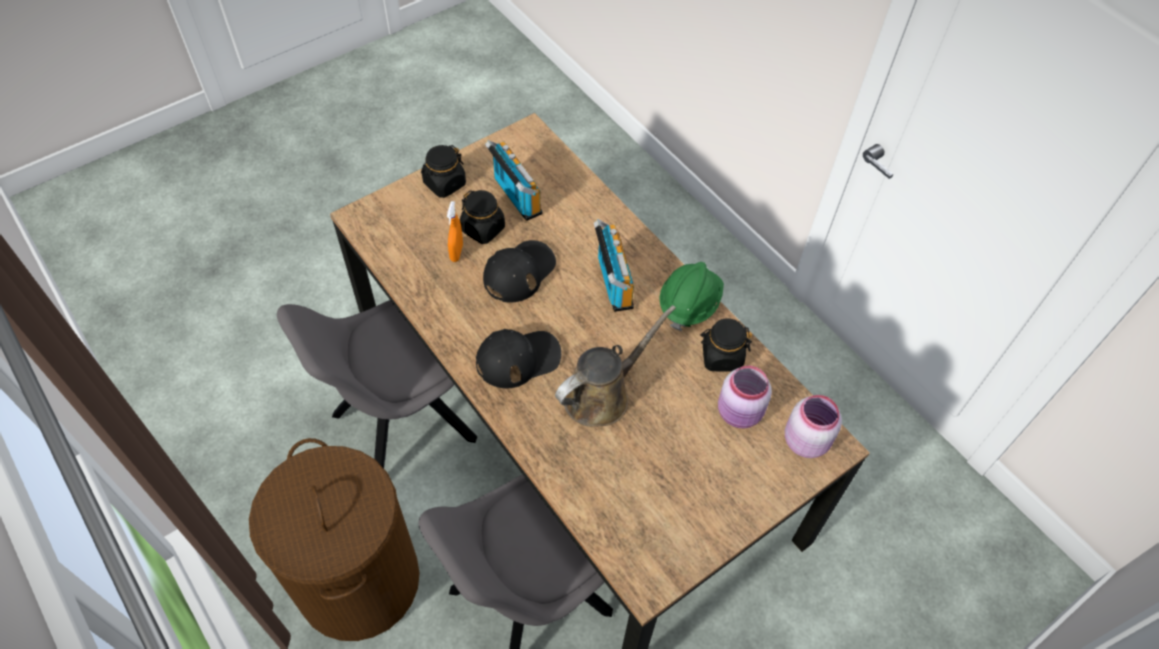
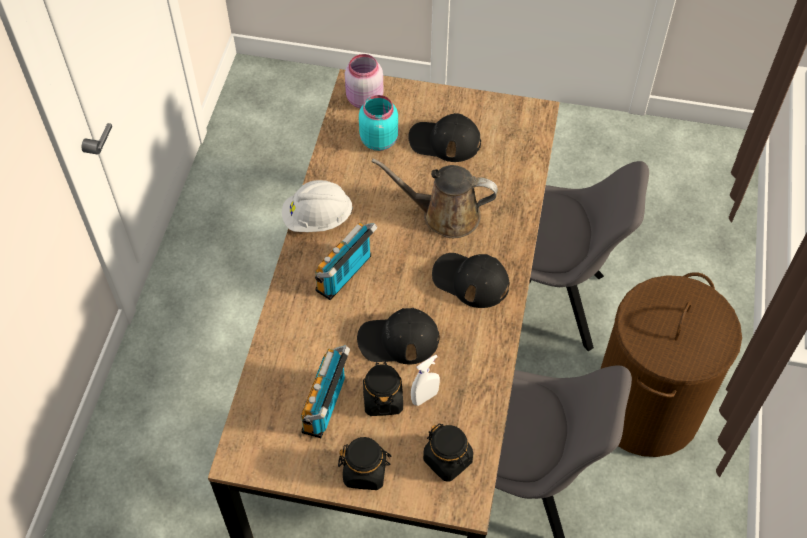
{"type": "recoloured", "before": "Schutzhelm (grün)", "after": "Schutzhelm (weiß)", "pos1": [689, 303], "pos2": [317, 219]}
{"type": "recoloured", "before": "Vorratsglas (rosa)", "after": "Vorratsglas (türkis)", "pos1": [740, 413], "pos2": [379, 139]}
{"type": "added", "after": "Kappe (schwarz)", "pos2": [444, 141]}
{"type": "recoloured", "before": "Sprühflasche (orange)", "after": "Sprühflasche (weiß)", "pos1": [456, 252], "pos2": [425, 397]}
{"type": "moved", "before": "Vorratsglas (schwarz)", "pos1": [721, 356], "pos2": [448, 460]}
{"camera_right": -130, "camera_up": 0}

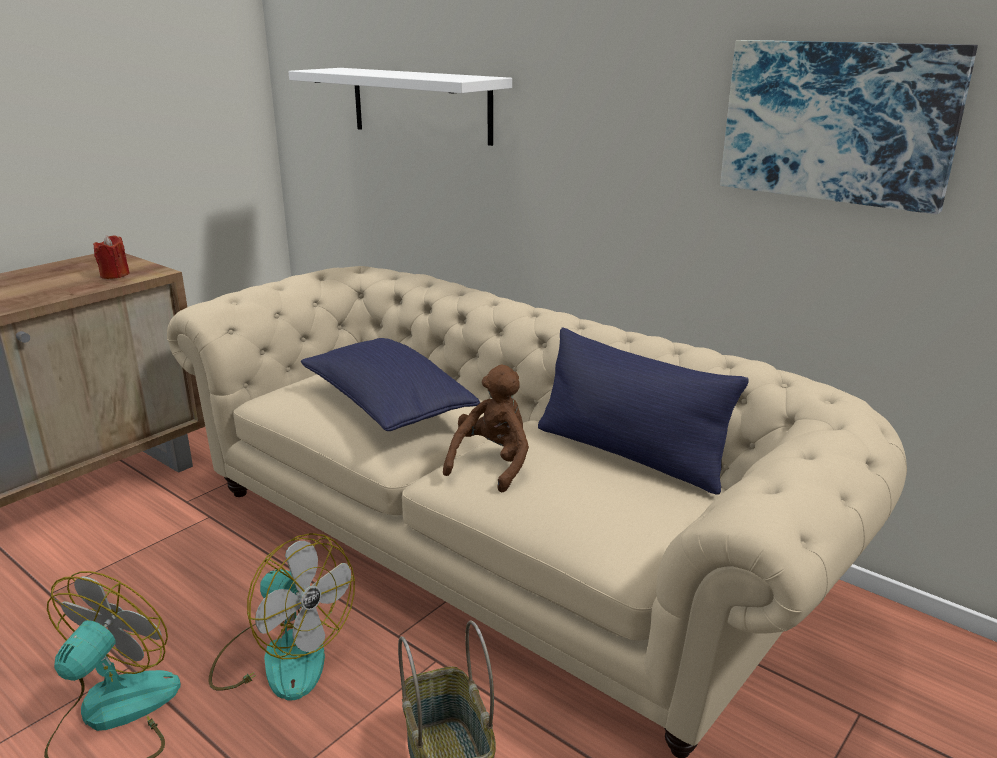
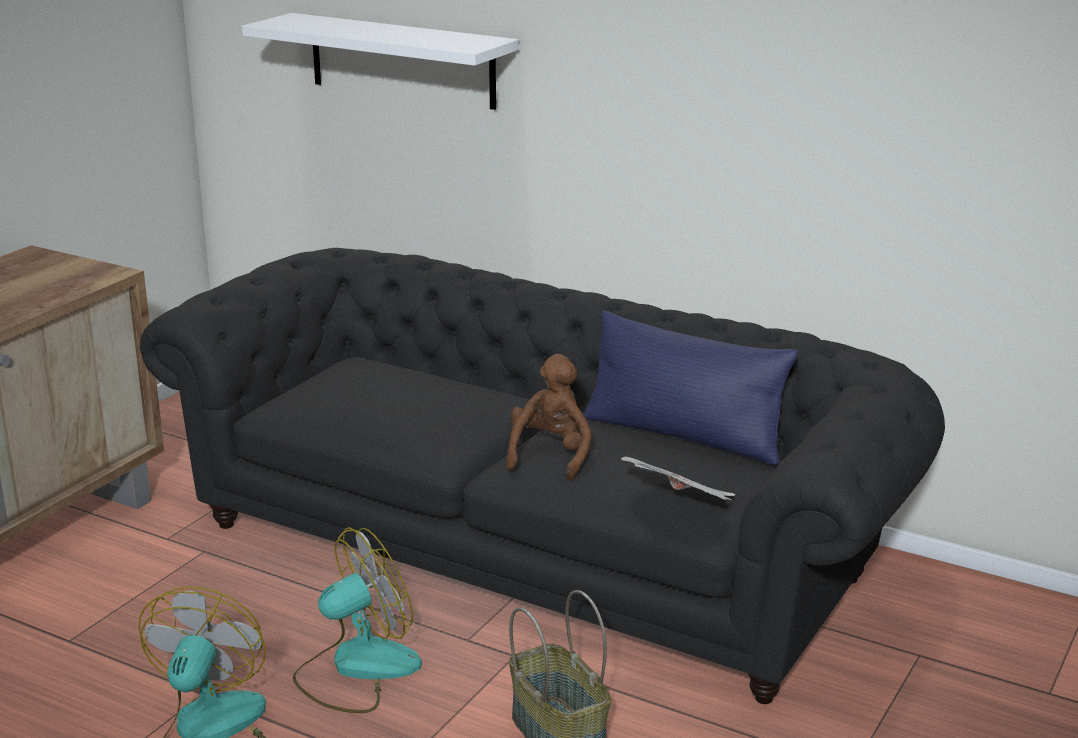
{"type": "recoloured", "before": "Sofa (beige)", "after": "Sofa (schwarz)", "pos1": [498, 537], "pos2": [538, 543]}
{"type": "turned", "before": "Ventilator", "pos1": [282, 656], "pos2": [356, 669], "turn": -60}
{"type": "added", "after": "Zeitung", "pos2": [681, 507]}
{"type": "removed", "before": "Kerze (rot)", "pos1": [115, 275]}
{"type": "removed", "before": "Kissen (blau)", "pos1": [387, 406]}
{"type": "removed", "before": "Bild", "pos1": [837, 122]}
{"camera_right": -10, "camera_up": 0}

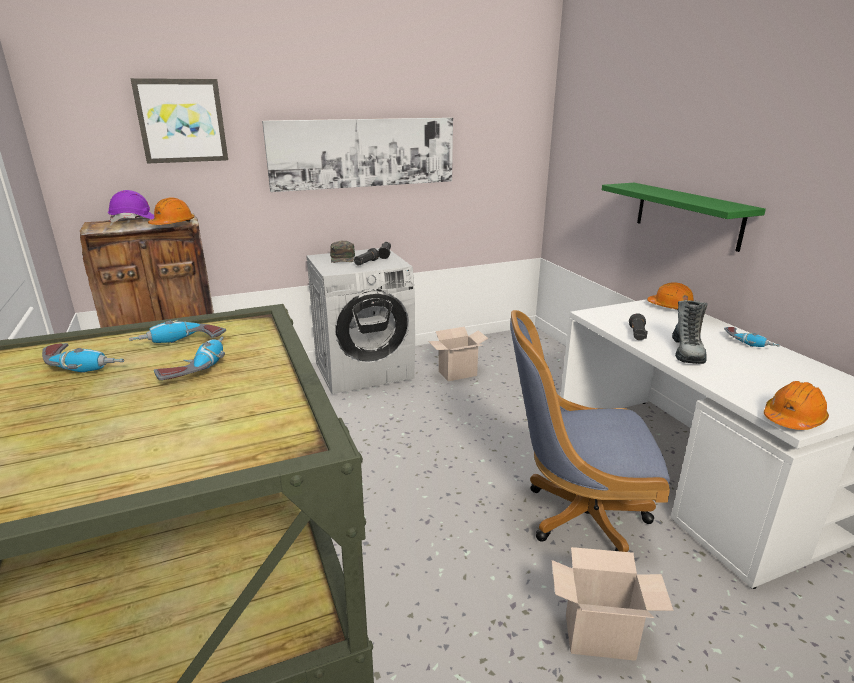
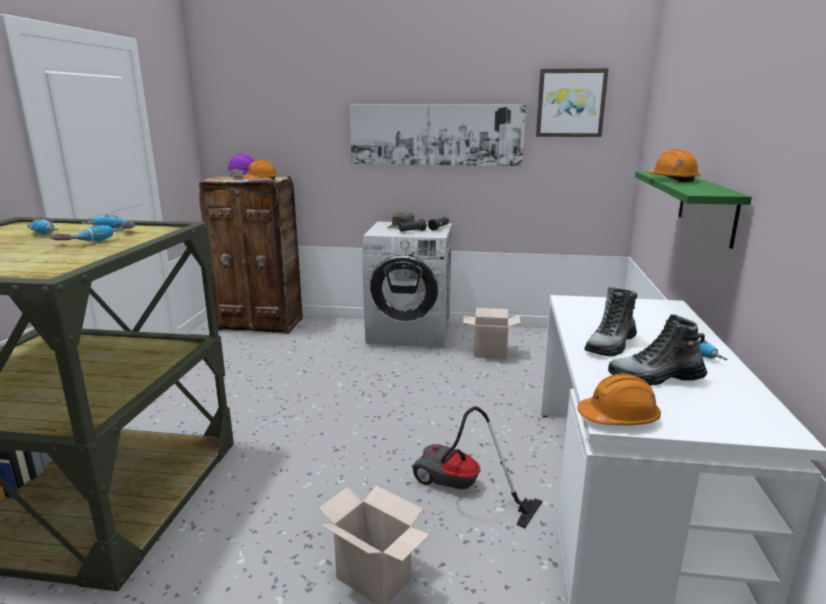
{"type": "replaced", "before": "Bürostuhl (blau)", "after": "Staubsauger", "pos1": [574, 517], "pos2": [461, 490]}
{"type": "moved", "before": "Bild", "pos1": [181, 121], "pos2": [570, 103]}
{"type": "added", "after": "Stiefel", "pos2": [655, 378]}
{"type": "moved", "before": "Schutzhelm (orange)", "pos1": [671, 307], "pos2": [672, 179]}
{"type": "removed", "before": "Taschenlampe (schwarz)", "pos1": [637, 335]}
{"camera_right": 30, "camera_up": -5}

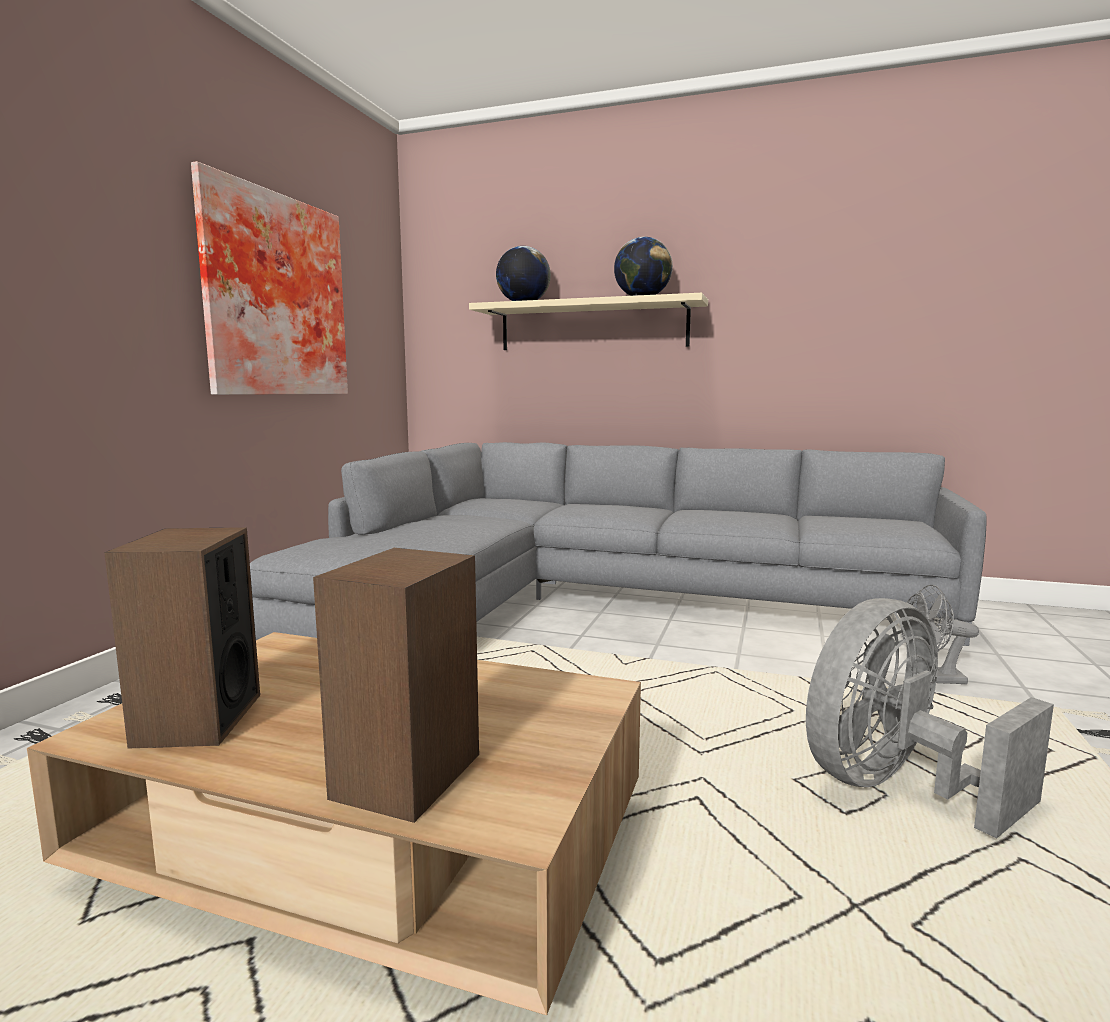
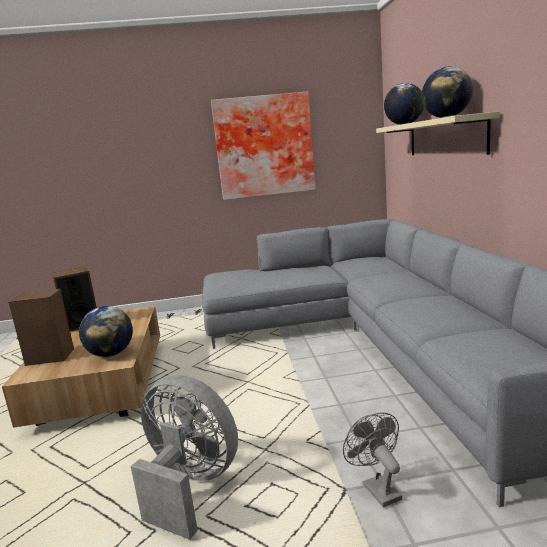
{"type": "added", "after": "Globus", "pos2": [111, 354]}
{"camera_right": 65, "camera_up": 5}

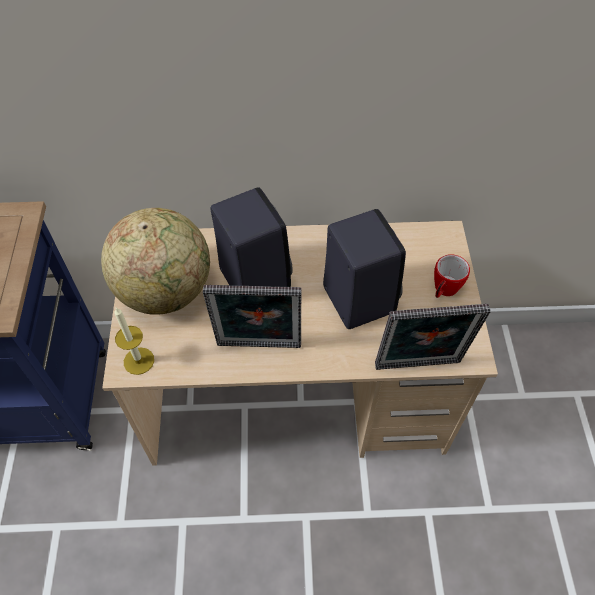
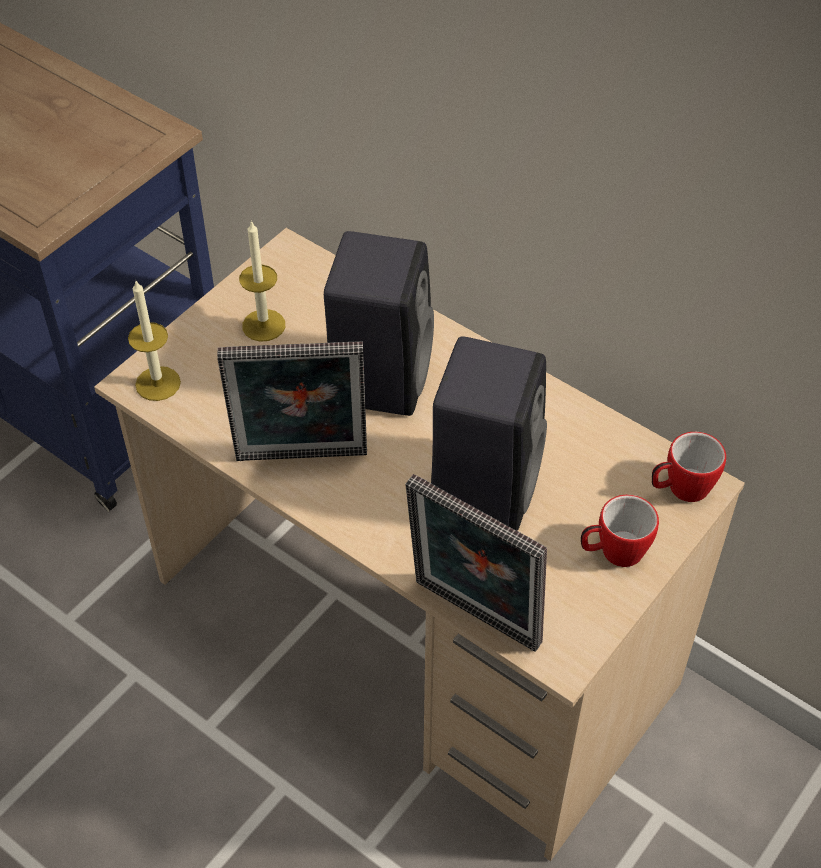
{"type": "turned", "before": "Bilderrahmen", "pos1": [258, 348], "pos2": [301, 460], "turn": -45}
{"type": "replaced", "before": "Globus", "after": "Kerze", "pos1": [166, 290], "pos2": [263, 325]}
{"type": "added", "after": "Henkelbecher", "pos2": [680, 489]}
{"camera_right": 40, "camera_up": -5}

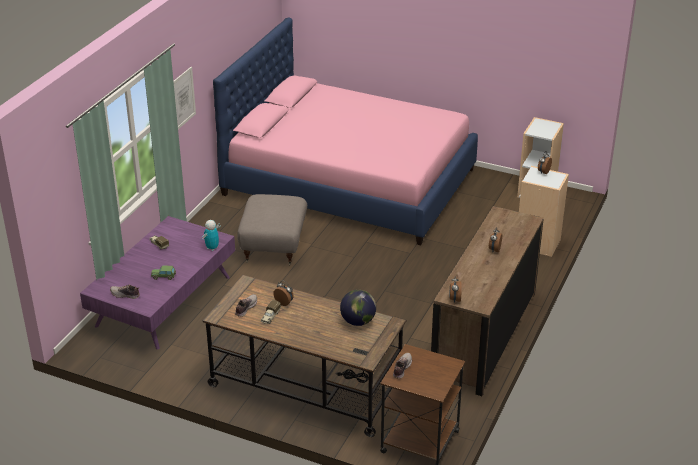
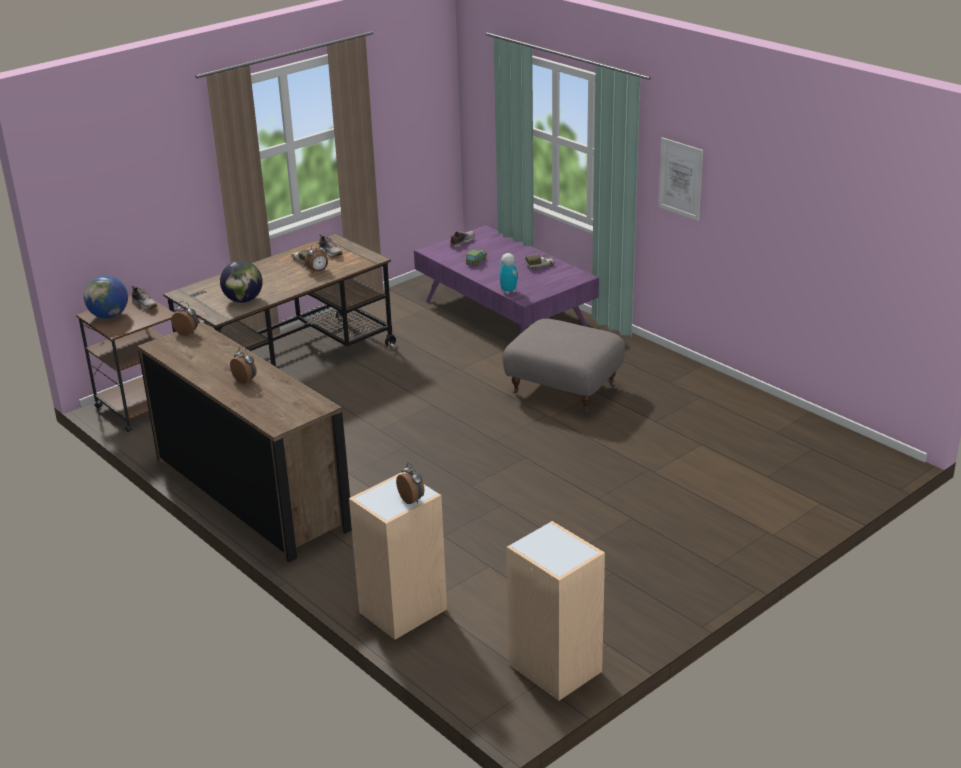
{"type": "added", "after": "Globus", "pos2": [109, 316]}
{"type": "removed", "before": "Bett (rosa)", "pos1": [349, 181]}
{"camera_right": 115, "camera_up": -5}

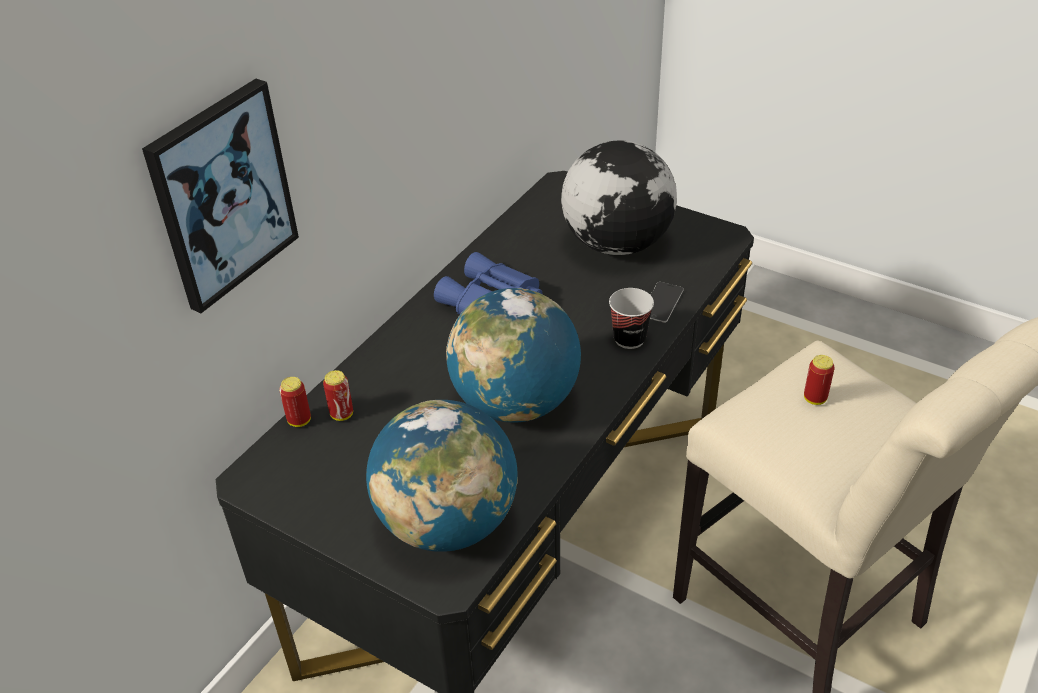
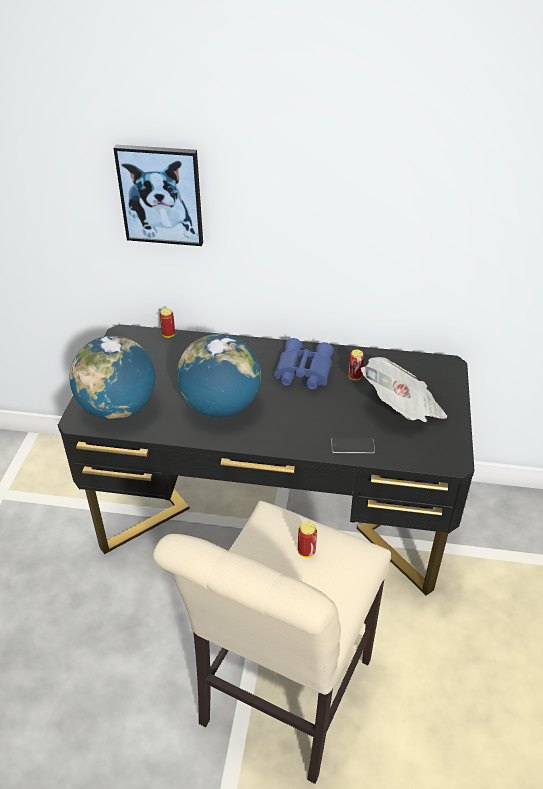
{"type": "moved", "before": "Dose", "pos1": [342, 414], "pos2": [354, 377]}
{"type": "replaced", "before": "Globus", "after": "Zeitung", "pos1": [616, 243], "pos2": [402, 408]}
{"type": "removed", "before": "Tasse", "pos1": [629, 339]}
{"camera_right": 65, "camera_up": 0}

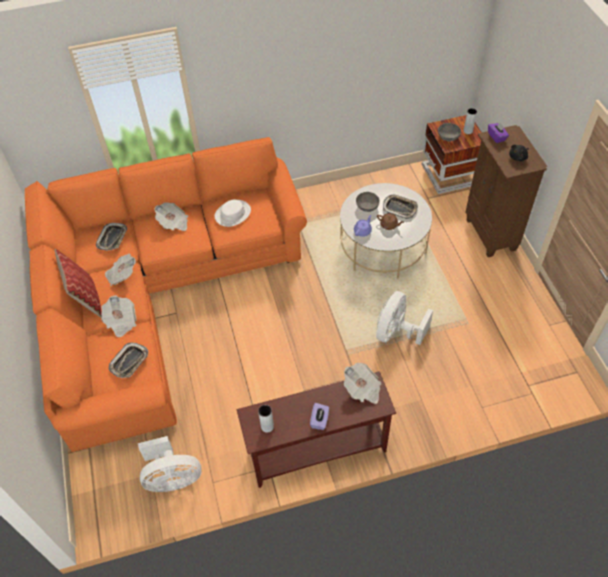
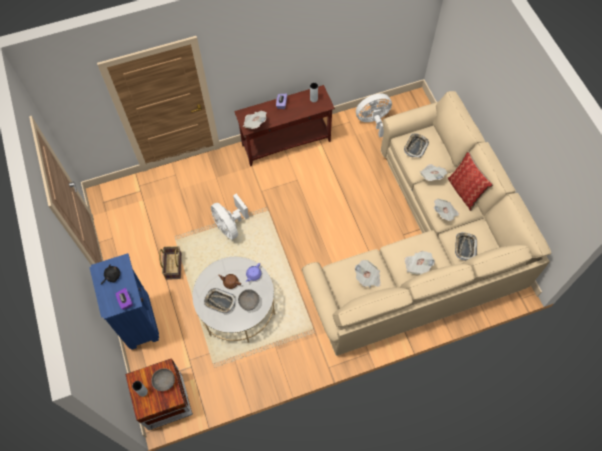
{"type": "recoloured", "before": "Schrank (braun)", "after": "Schrank (blau)", "pos1": [489, 235], "pos2": [141, 323]}
{"type": "added", "after": "Korb", "pos2": [173, 266]}
{"type": "turned", "before": "Ventilator (weiß)", "pos1": [396, 332], "pos2": [230, 226], "turn": 120}
{"type": "recoloured", "before": "Sofa (orange)", "after": "Sofa (beige)", "pos1": [157, 297], "pos2": [422, 247]}
{"type": "replaced", "before": "Hut (weiß)", "after": "Zeitung", "pos1": [232, 213], "pos2": [367, 277]}
{"camera_right": 175, "camera_up": 10}

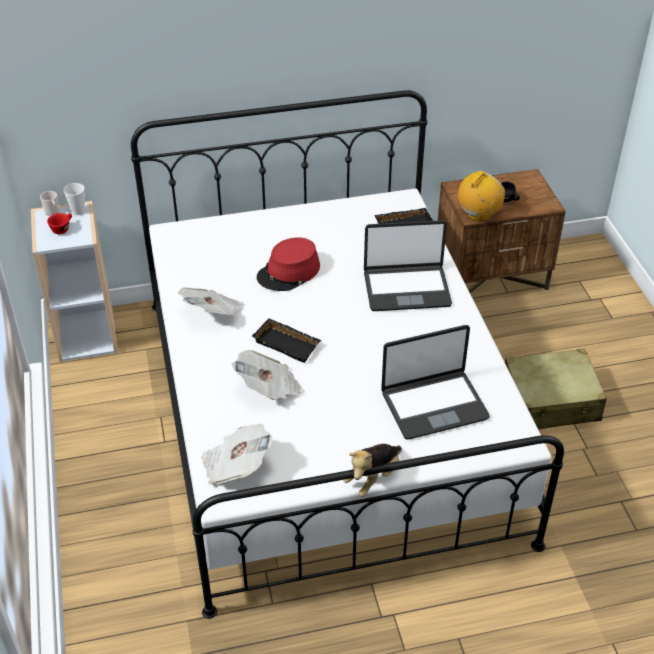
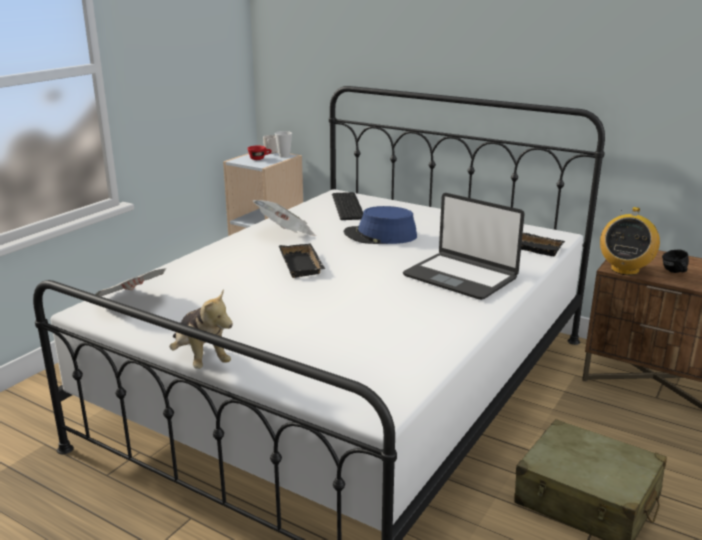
{"type": "turned", "before": "Plüschtier", "pos1": [373, 477], "pos2": [201, 359], "turn": -120}
{"type": "added", "after": "Tastatur", "pos2": [346, 206]}
{"type": "recoloured", "before": "Hut (rot)", "after": "Hut (blau)", "pos1": [289, 272], "pos2": [380, 236]}
{"type": "turned", "before": "Radio", "pos1": [478, 215], "pos2": [624, 269], "turn": 120}
{"type": "removed", "before": "Zeitung", "pos1": [269, 388]}
{"type": "removed", "before": "Laptop", "pos1": [433, 405]}
{"camera_right": 45, "camera_up": -20}

